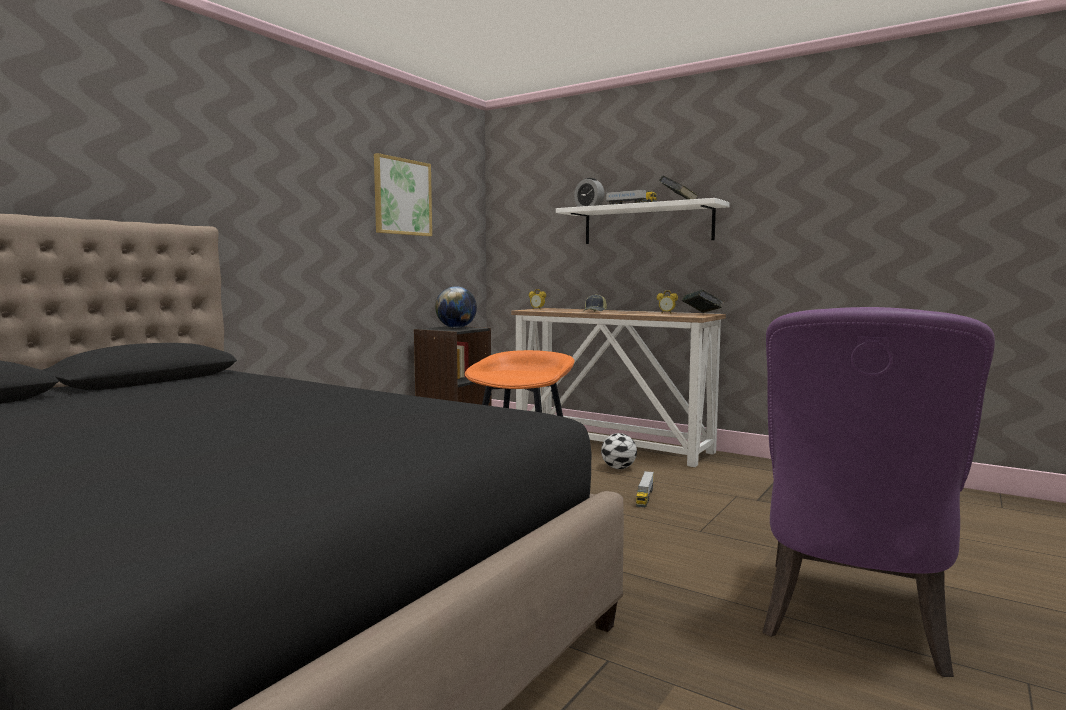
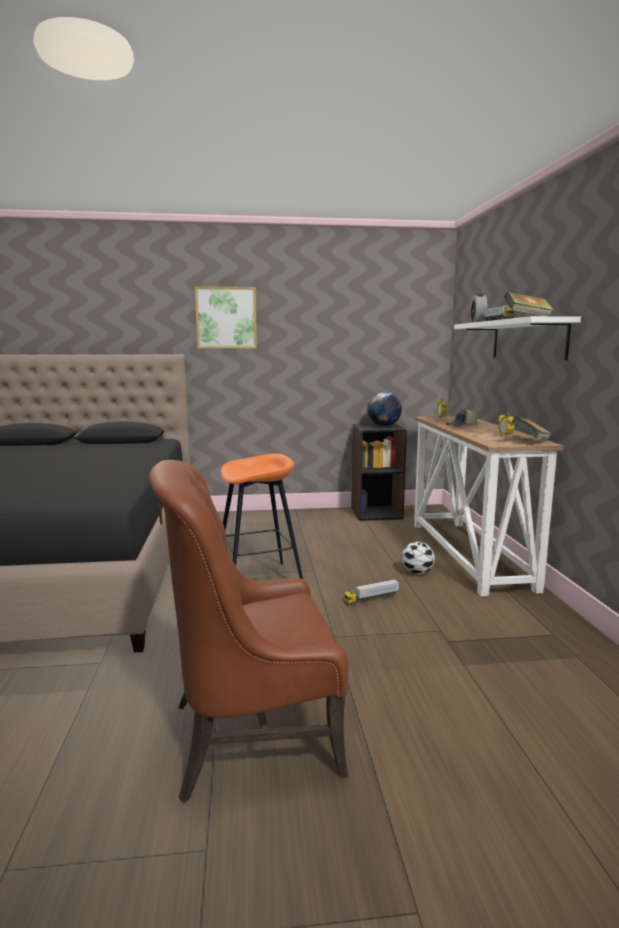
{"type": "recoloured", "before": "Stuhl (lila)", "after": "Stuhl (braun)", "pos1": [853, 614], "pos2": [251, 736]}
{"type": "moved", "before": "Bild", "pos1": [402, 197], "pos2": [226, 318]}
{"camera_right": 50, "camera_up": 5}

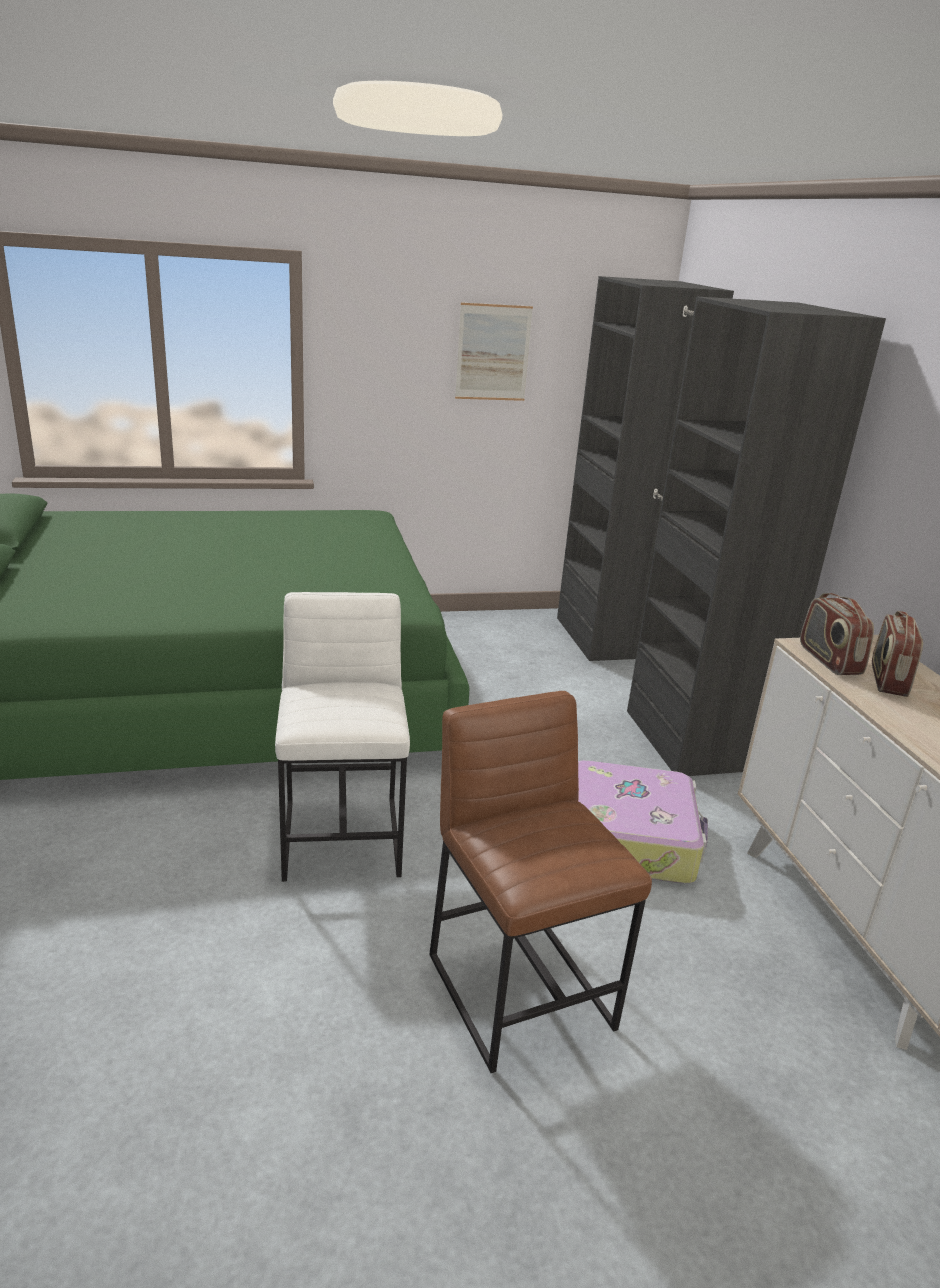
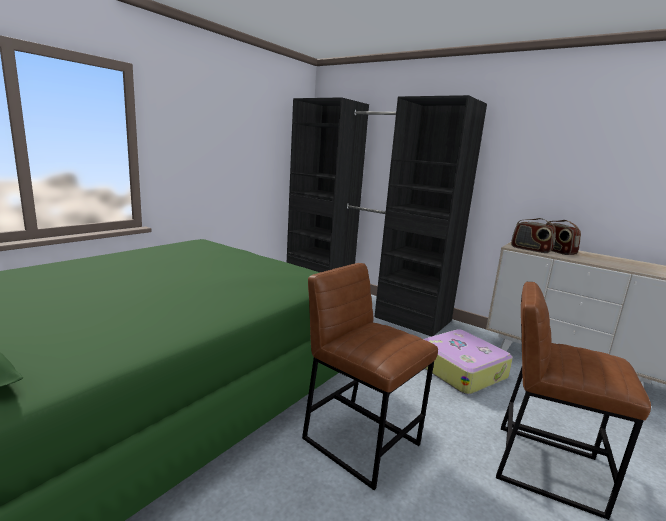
{"type": "recoloured", "before": "Stuhl (weiß)", "after": "Stuhl (braun)", "pos1": [341, 836], "pos2": [359, 440]}
{"type": "removed", "before": "Bild", "pos1": [493, 352]}
{"camera_right": -40, "camera_up": -10}

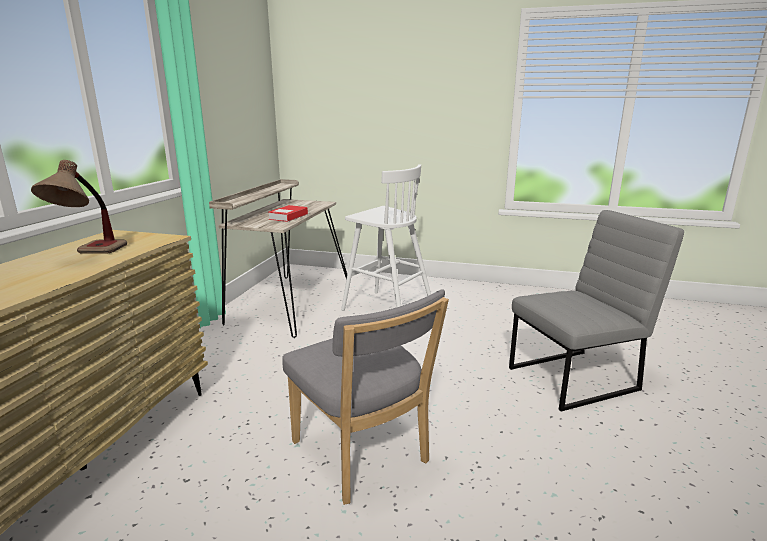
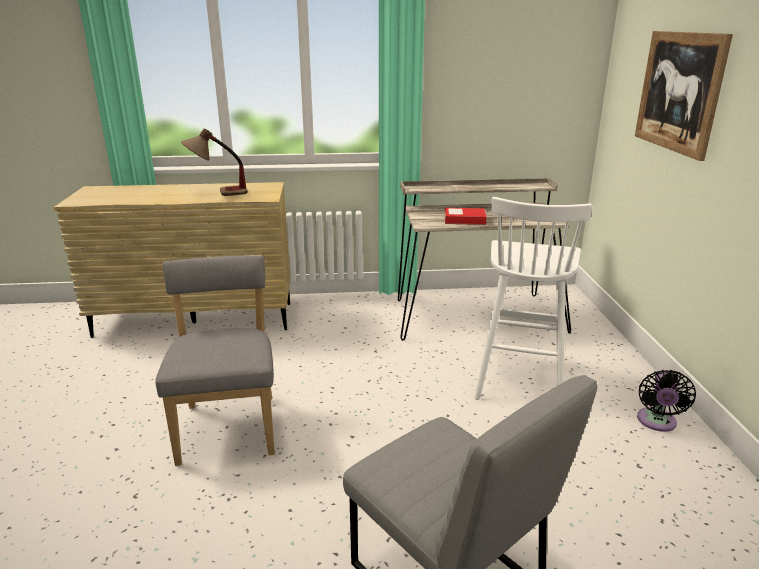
{"type": "turned", "before": "Stuhl (grau)", "pos1": [363, 456], "pos2": [229, 426], "turn": 135}
{"type": "added", "after": "Bild", "pos2": [679, 92]}
{"type": "added", "after": "Ventilator (schwarz)", "pos2": [656, 422]}
{"camera_right": 70, "camera_up": 5}

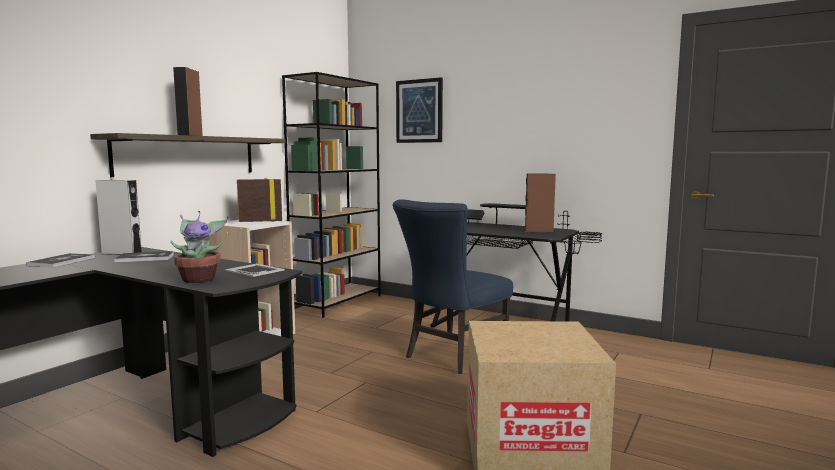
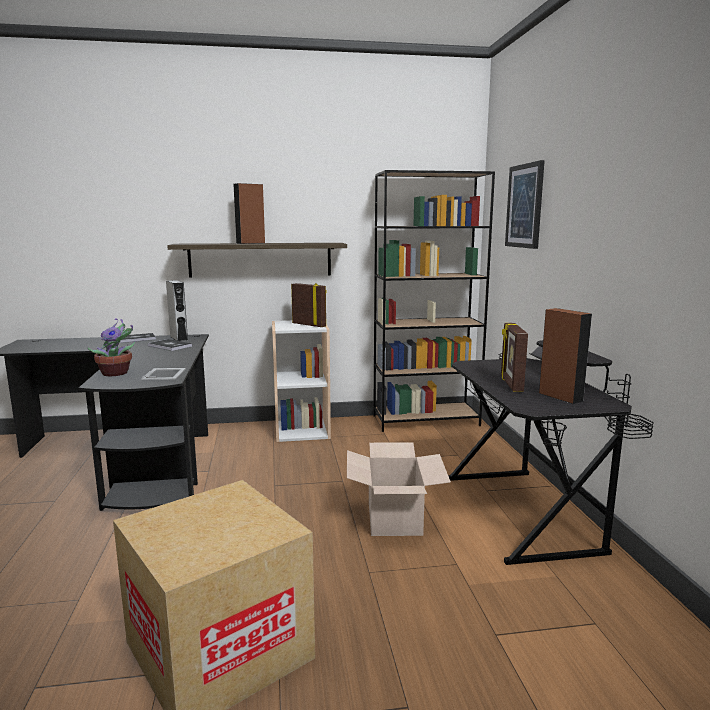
{"type": "replaced", "before": "Stuhl (blau)", "after": "Karton", "pos1": [452, 355], "pos2": [393, 518]}
{"type": "added", "after": "Bilderrahmen", "pos2": [510, 384]}
{"camera_right": 50, "camera_up": 5}

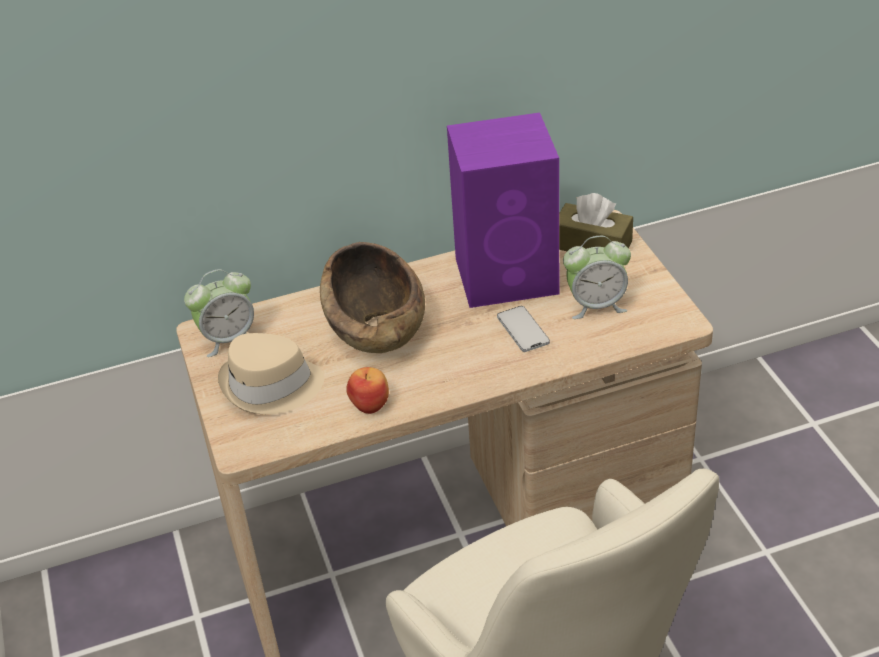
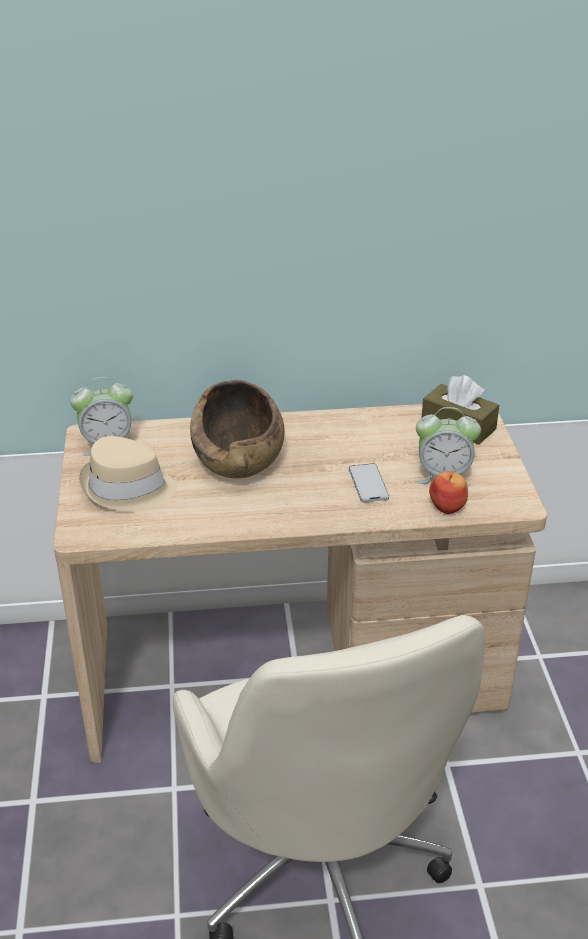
{"type": "moved", "before": "Apfel", "pos1": [370, 403], "pos2": [448, 506]}
{"type": "removed", "before": "Lautsprecher (lila)", "pos1": [509, 275]}
{"camera_right": 10, "camera_up": -5}

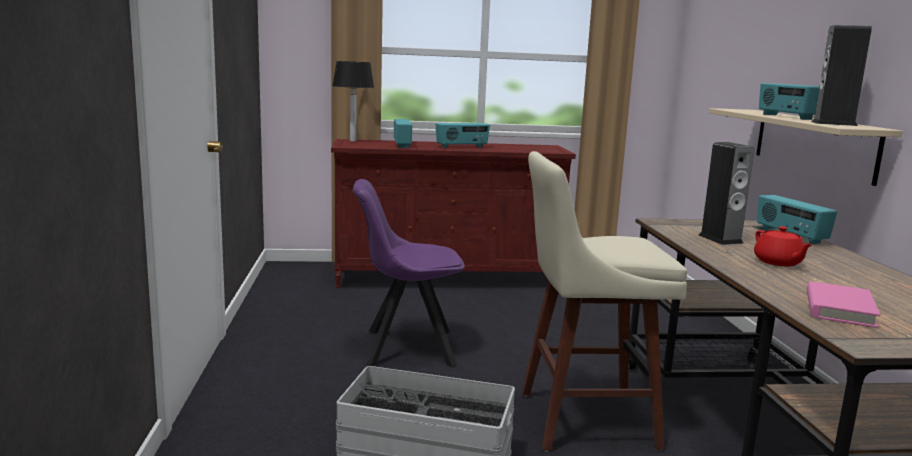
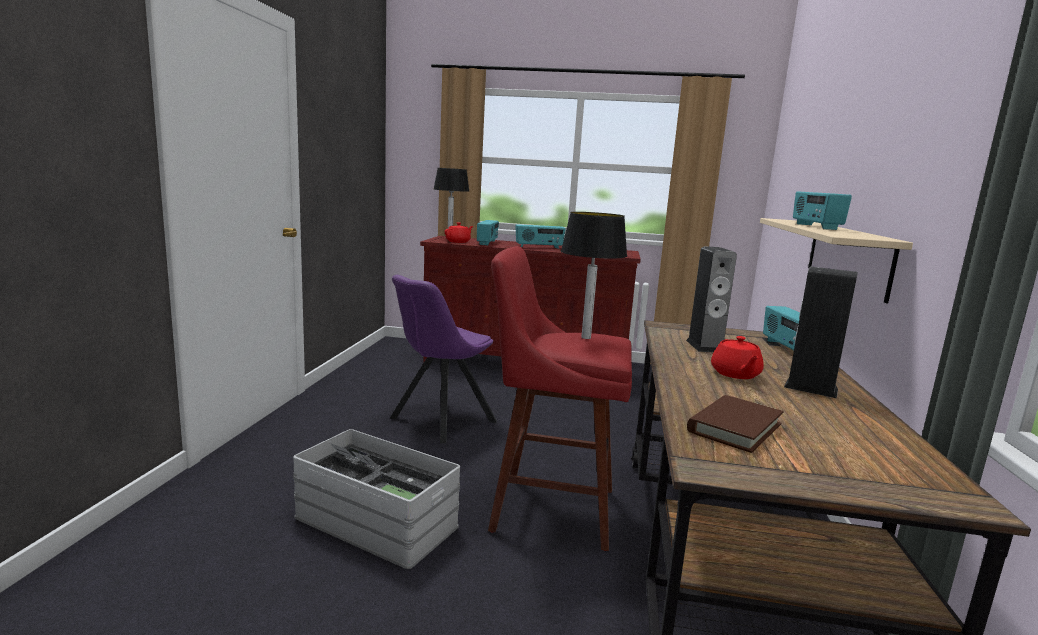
{"type": "turned", "before": "Stuhl (lila)", "pos1": [406, 348], "pos2": [441, 421], "turn": -60}
{"type": "added", "after": "Teekanne (rot)", "pos2": [458, 242]}
{"type": "recoloured", "before": "Hocker (beige)", "after": "Hocker (rot)", "pos1": [583, 420], "pos2": [550, 508]}
{"type": "added", "after": "Tischlampe", "pos2": [586, 337]}
{"type": "recoloured", "before": "Buch (rosa)", "after": "Buch (braun)", "pos1": [839, 309], "pos2": [734, 428]}
{"type": "moved", "before": "Lautsprecher", "pos1": [833, 123], "pos2": [811, 388]}
{"camera_right": 15, "camera_up": 0}

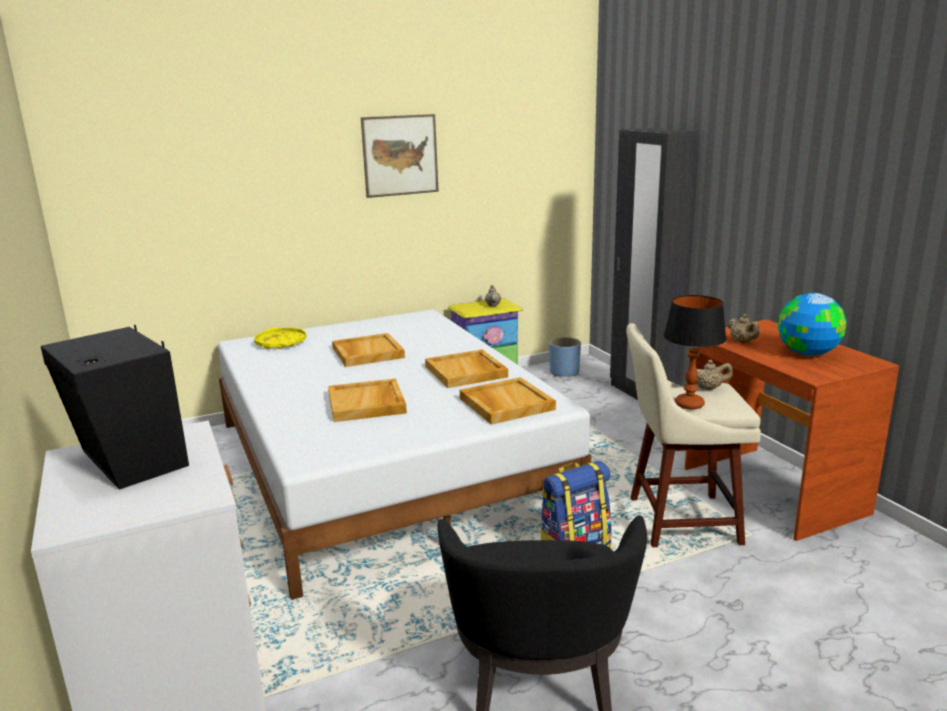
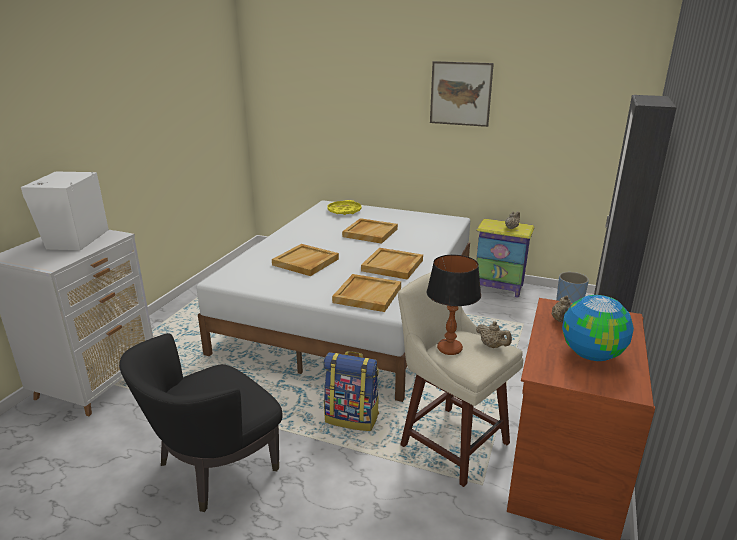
{"type": "recoloured", "before": "Lautsprecher (schwarz)", "after": "Lautsprecher (weiß)", "pos1": [129, 461], "pos2": [74, 239]}
{"camera_right": 45, "camera_up": 5}

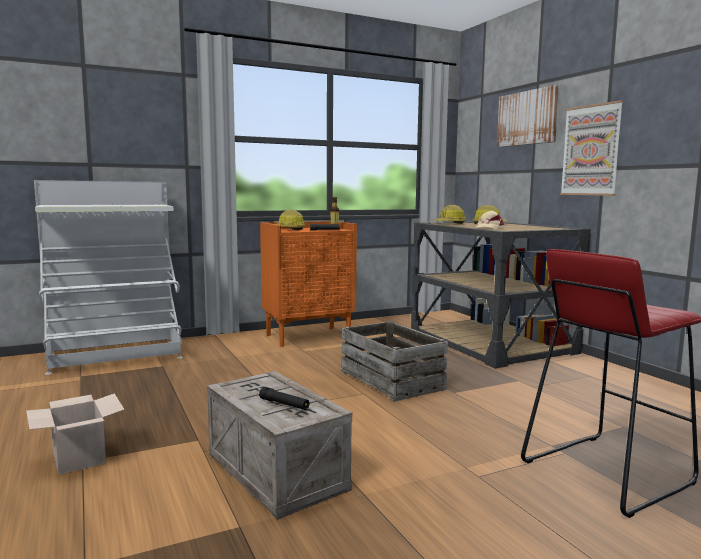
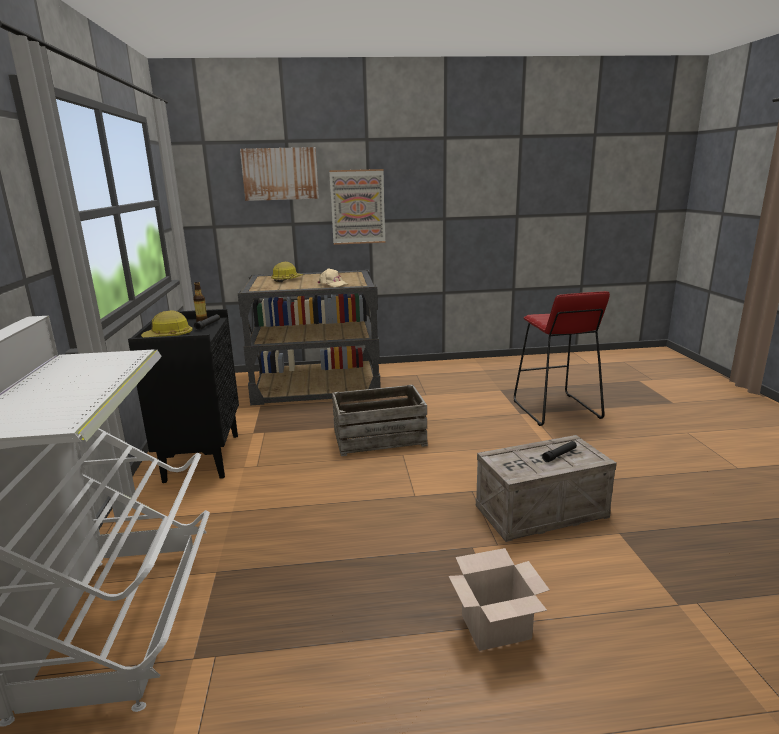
{"type": "recoloured", "before": "Schrank (orange)", "after": "Schrank (schwarz)", "pos1": [309, 336], "pos2": [203, 457]}
{"type": "removed", "before": "Schutzhelm", "pos1": [450, 224]}
{"camera_right": -70, "camera_up": 10}

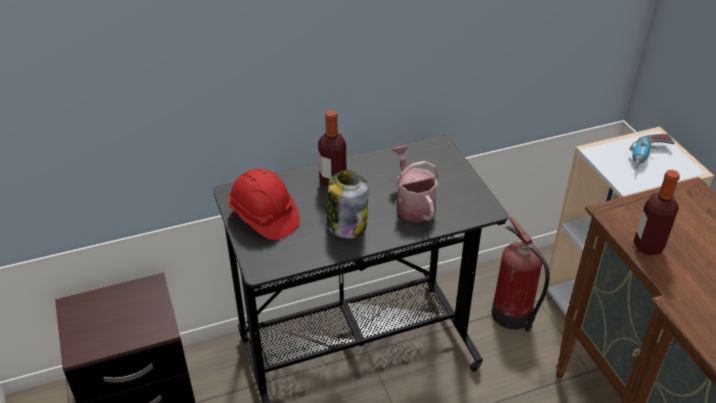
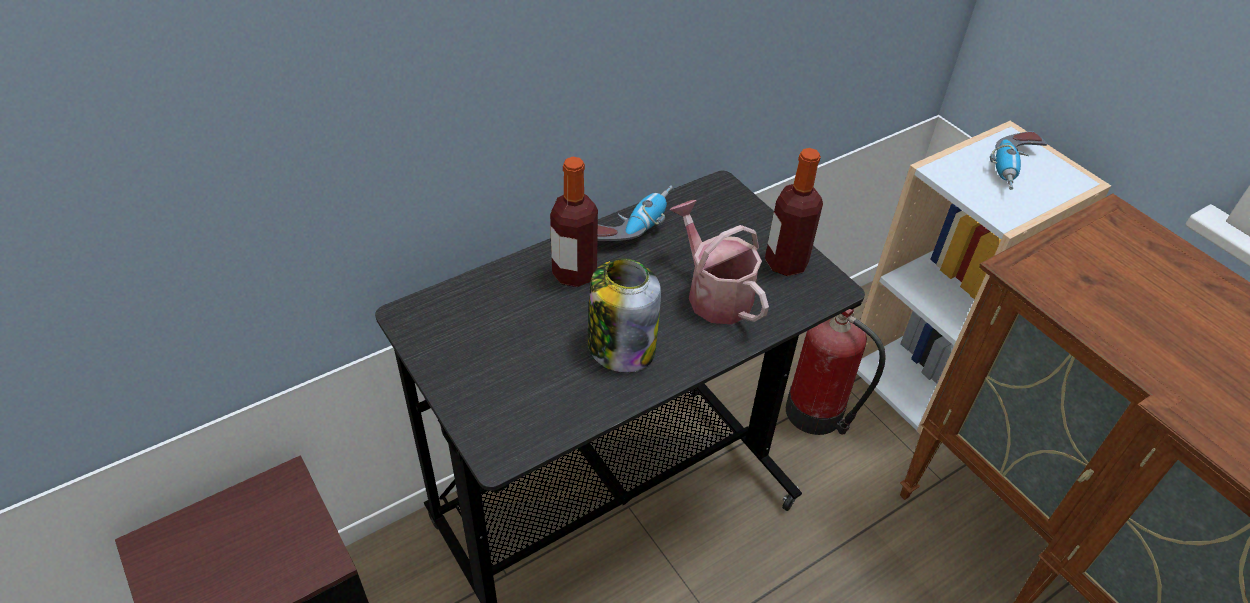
{"type": "added", "after": "Bohrmaschine", "pos2": [630, 224]}
{"type": "moved", "before": "Flasche", "pos1": [648, 246], "pos2": [786, 263]}
{"type": "removed", "before": "Schutzhelm (rot)", "pos1": [264, 216]}
{"camera_right": -15, "camera_up": 5}

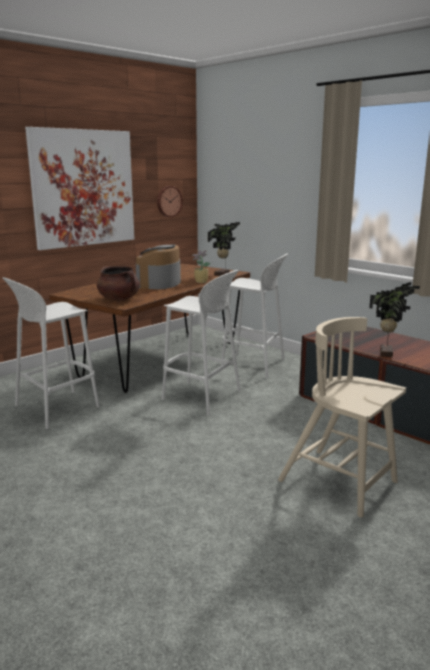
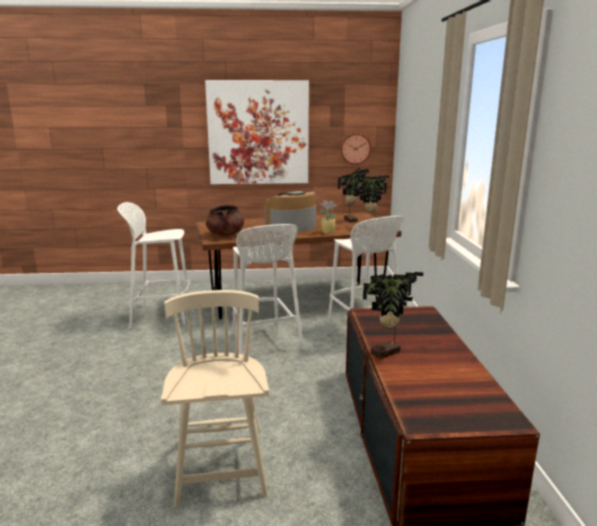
{"type": "added", "after": "Topfpflanze", "pos2": [351, 220]}
{"camera_right": 40, "camera_up": 0}

